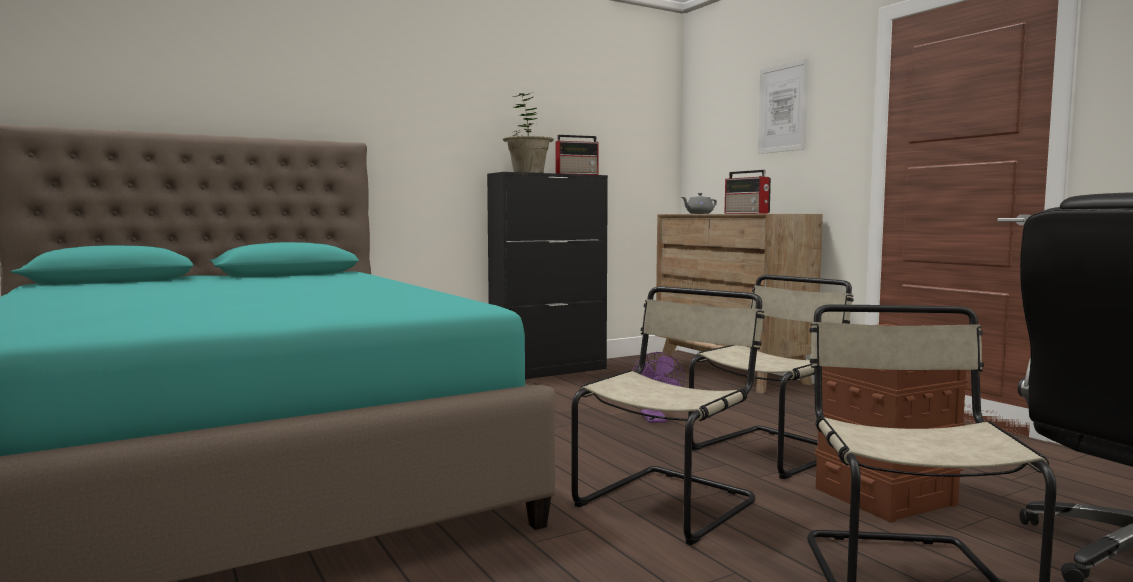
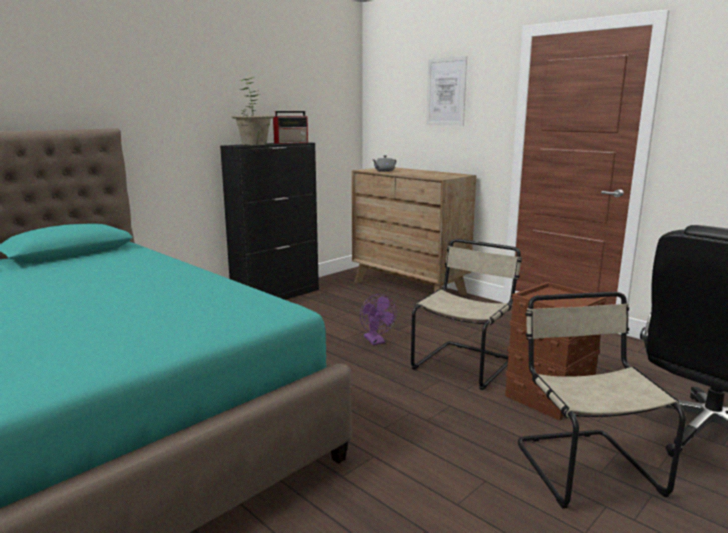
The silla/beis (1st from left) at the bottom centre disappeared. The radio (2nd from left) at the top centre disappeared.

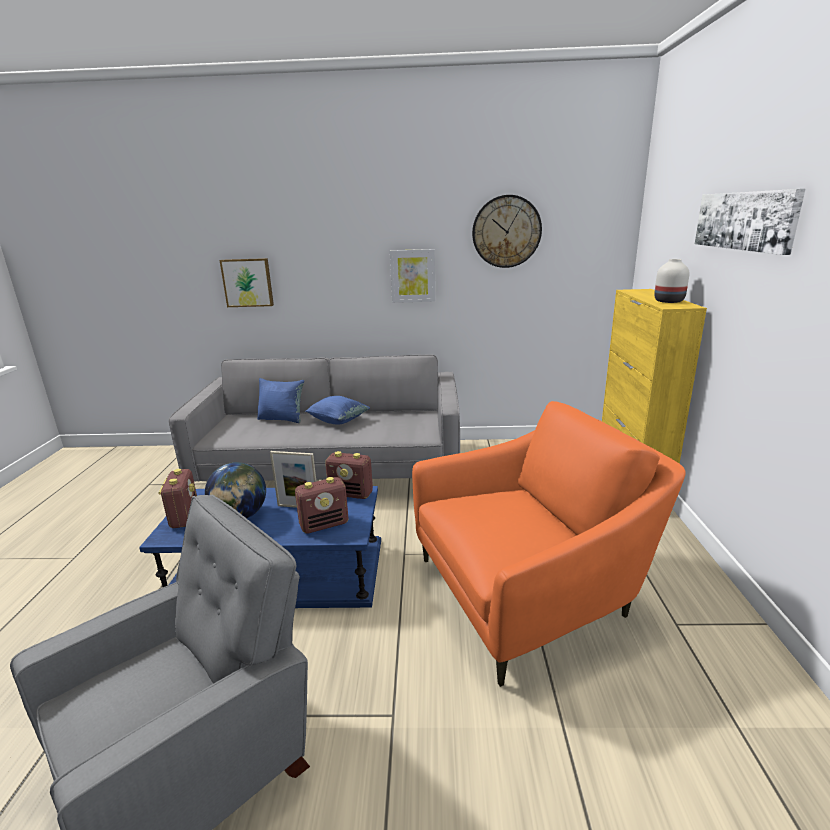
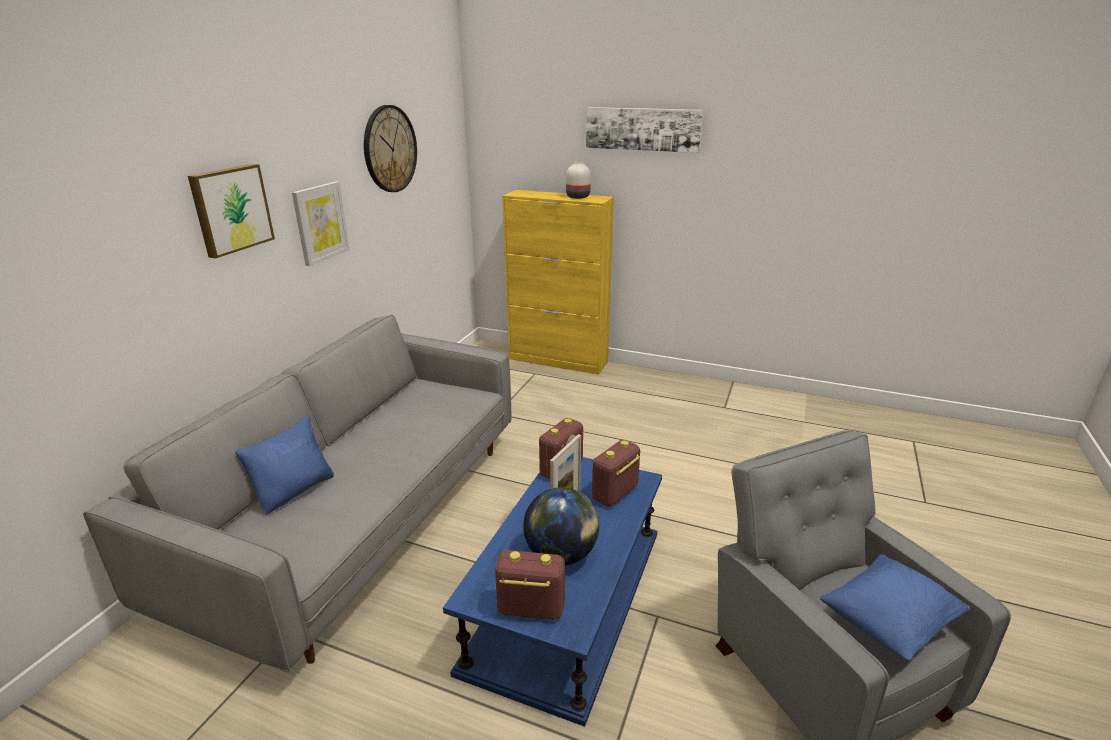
The cuadro (1st from left) moved from the middle left to the top left. The radio (2nd from left in the first image) at the centre turned 135 degrees counterclockwise. The cojín/azul (2nd from left) moved from the centre to the bottom right. The sillón/naranja at the centre disappeared.

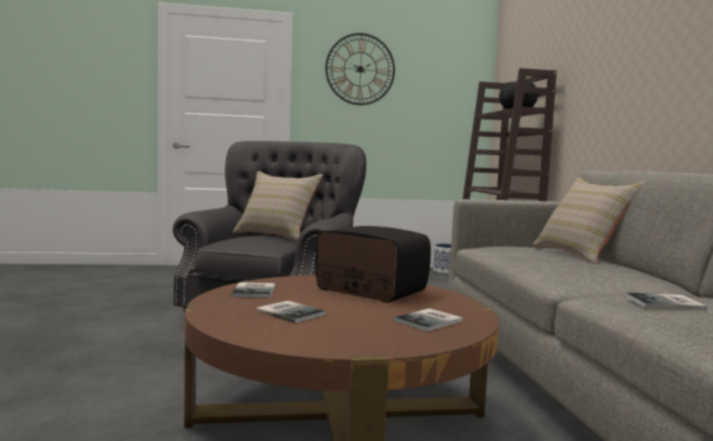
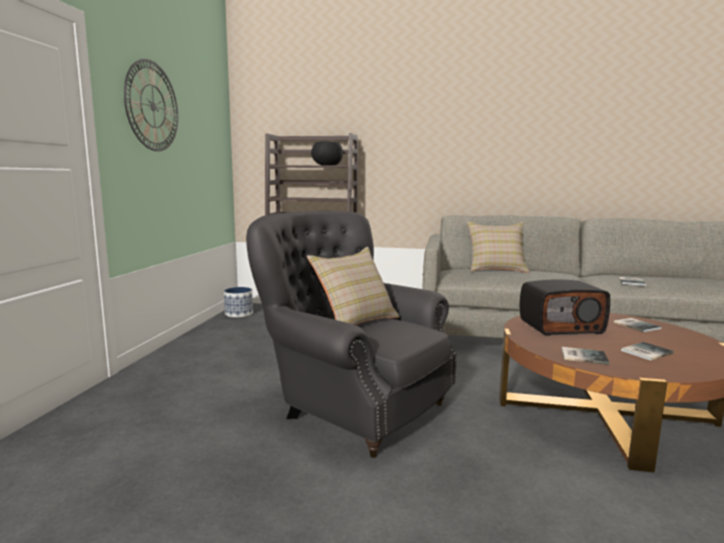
The radio at the centre turned 150 degrees counterclockwise.

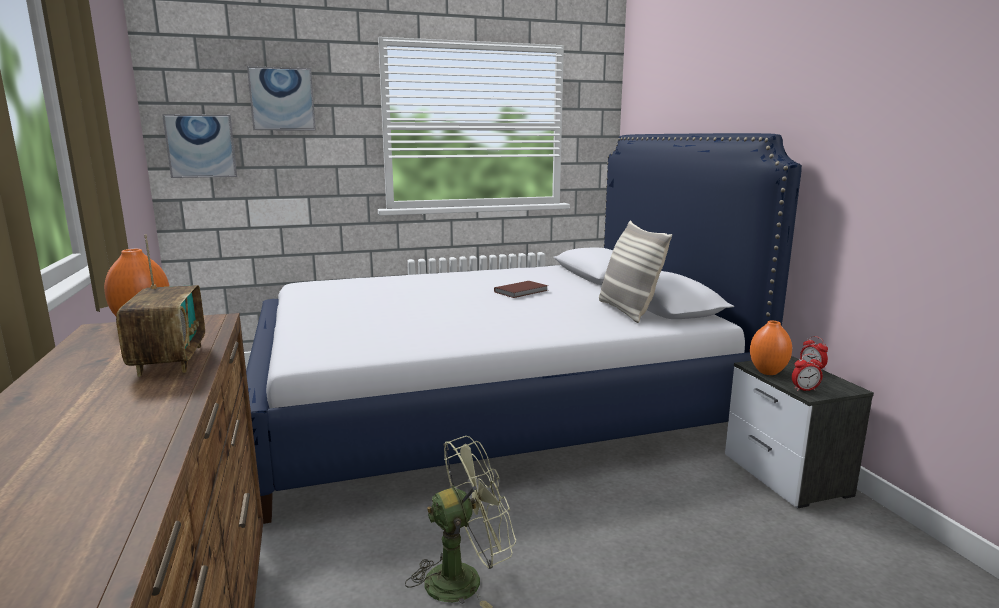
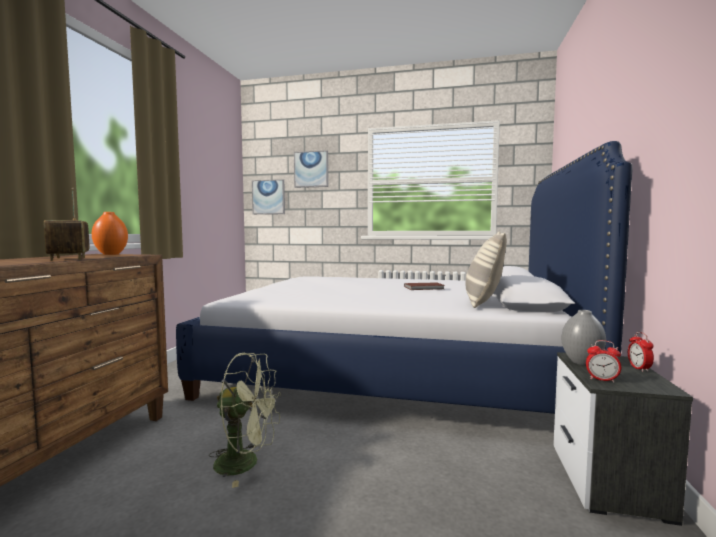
The radio at the middle left turned 135 degrees clockwise. The florero/naranja (2nd from left) at the middle right became the florero/gris at the middle right.

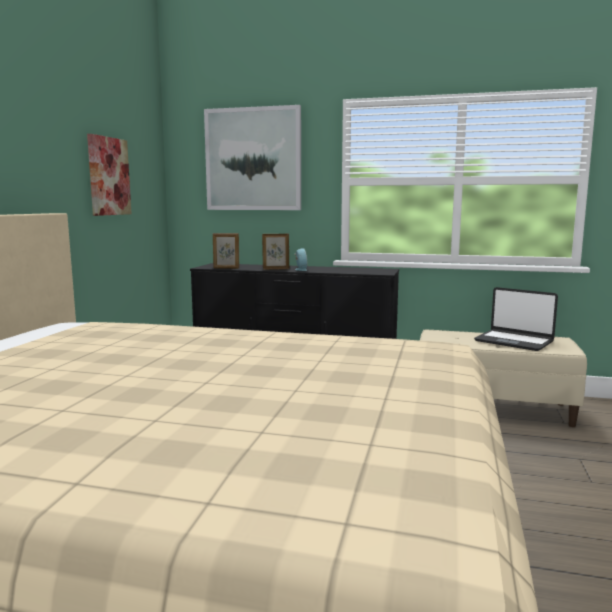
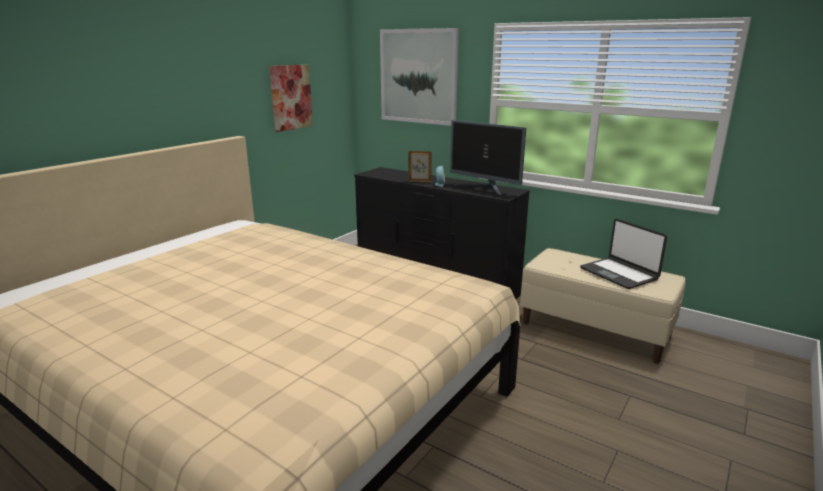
The portarretratos (1st from left) at the centre disappeared. The monitor at the top centre appeared.

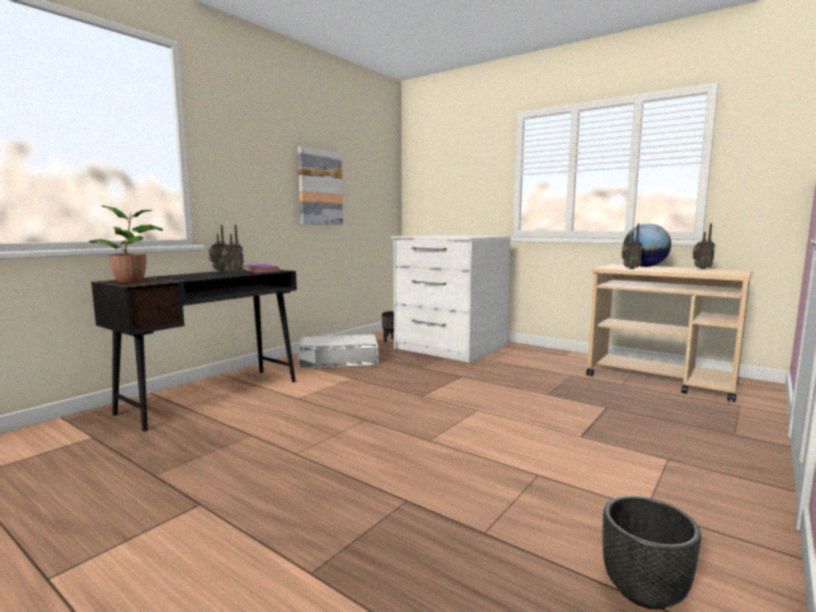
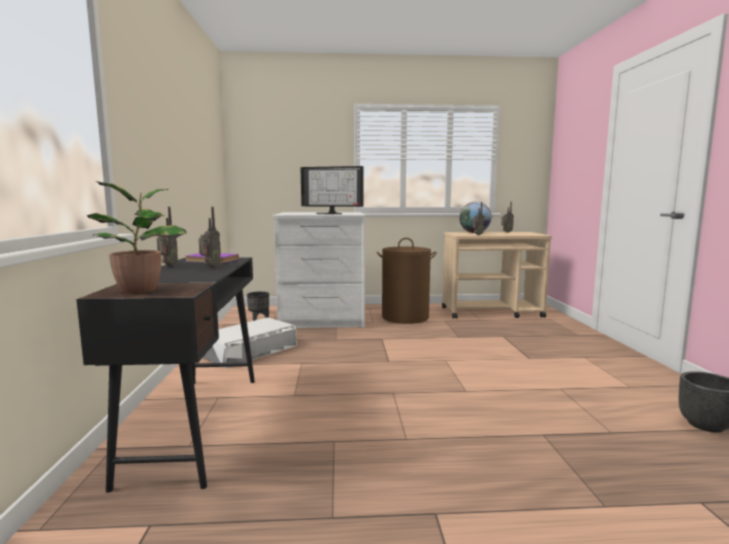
The cuadro at the top centre disappeared. The monitor at the centre appeared. The cesto de la ropa/marrón at the centre appeared.

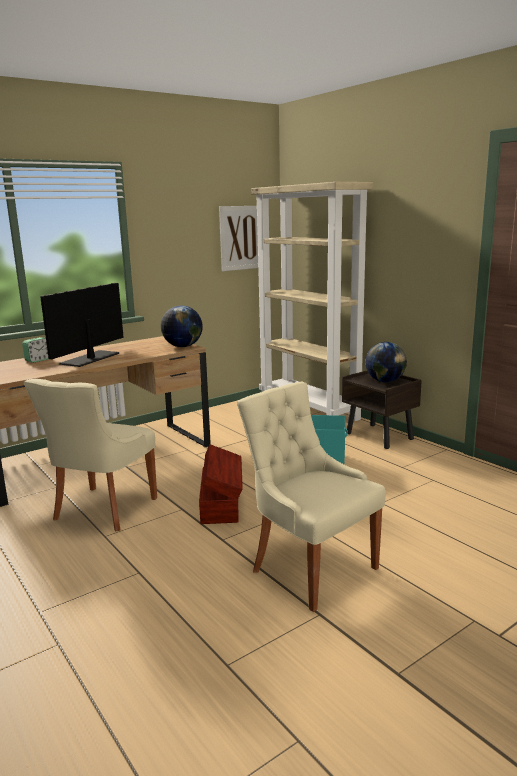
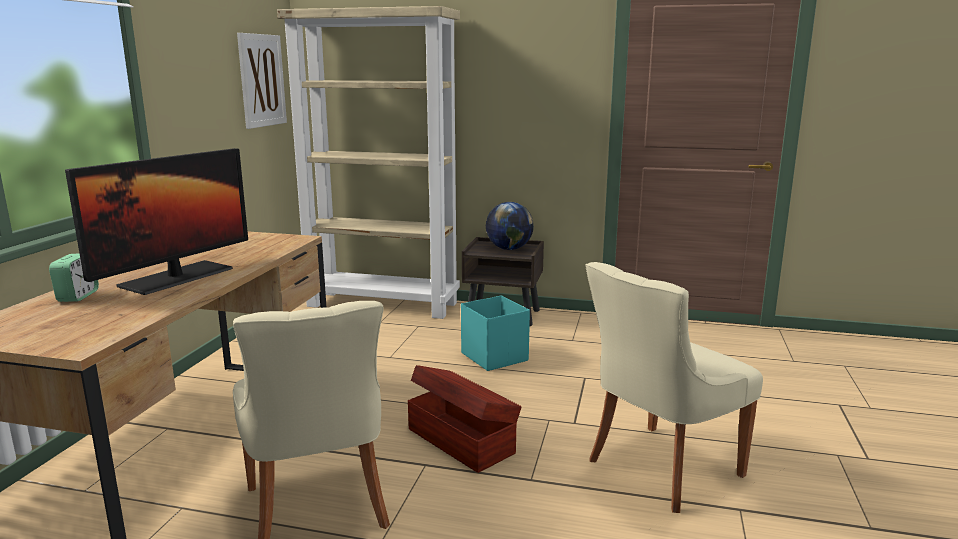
The monitor at the middle left turned 135 degrees counterclockwise. The globo terráqueo (1st from left) at the centre disappeared. The silla/beis (2nd from left) at the centre turned 45 degrees counterclockwise.

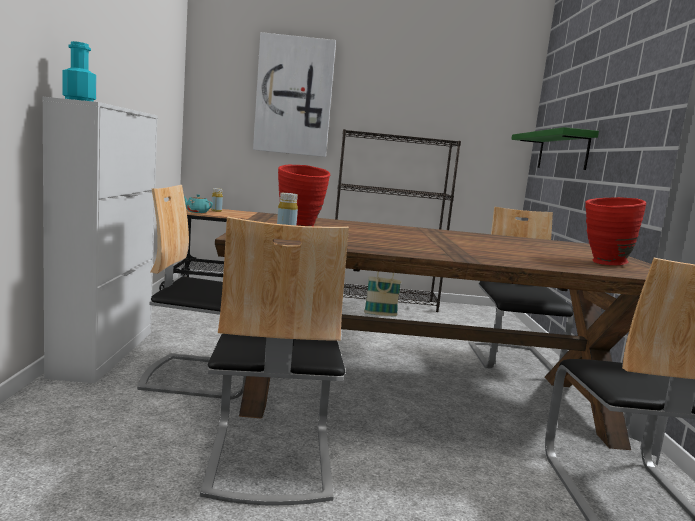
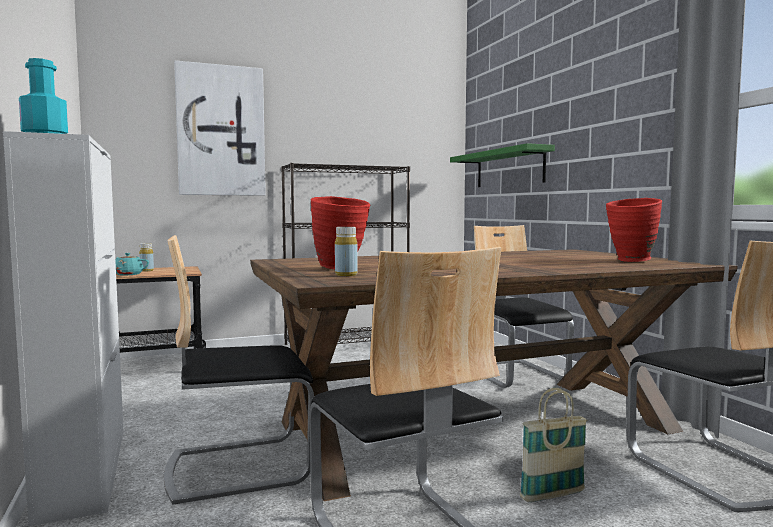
The cesta moved from the centre to the bottom right.

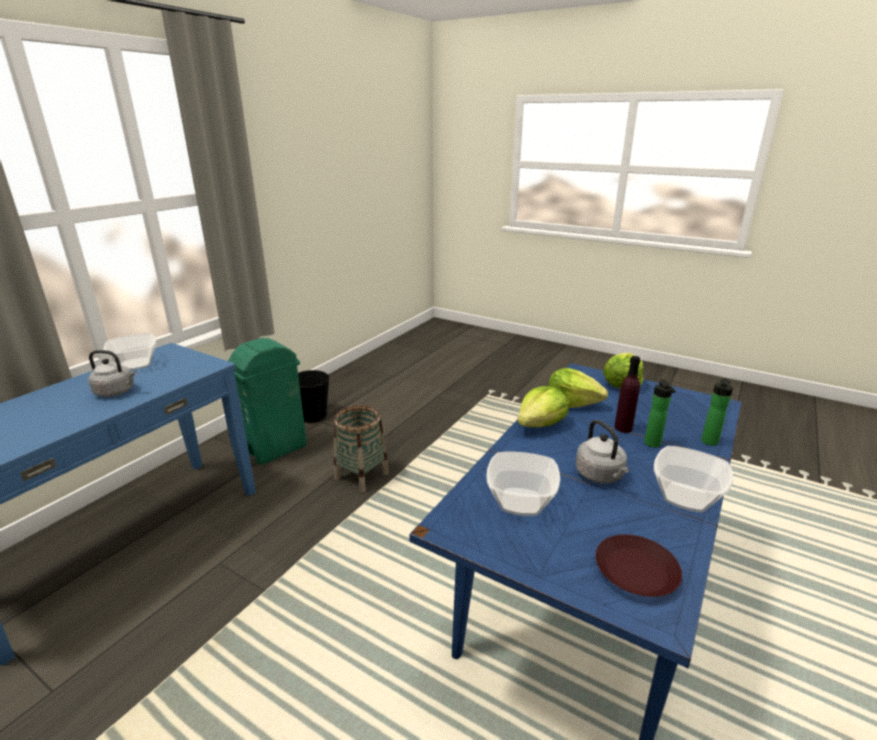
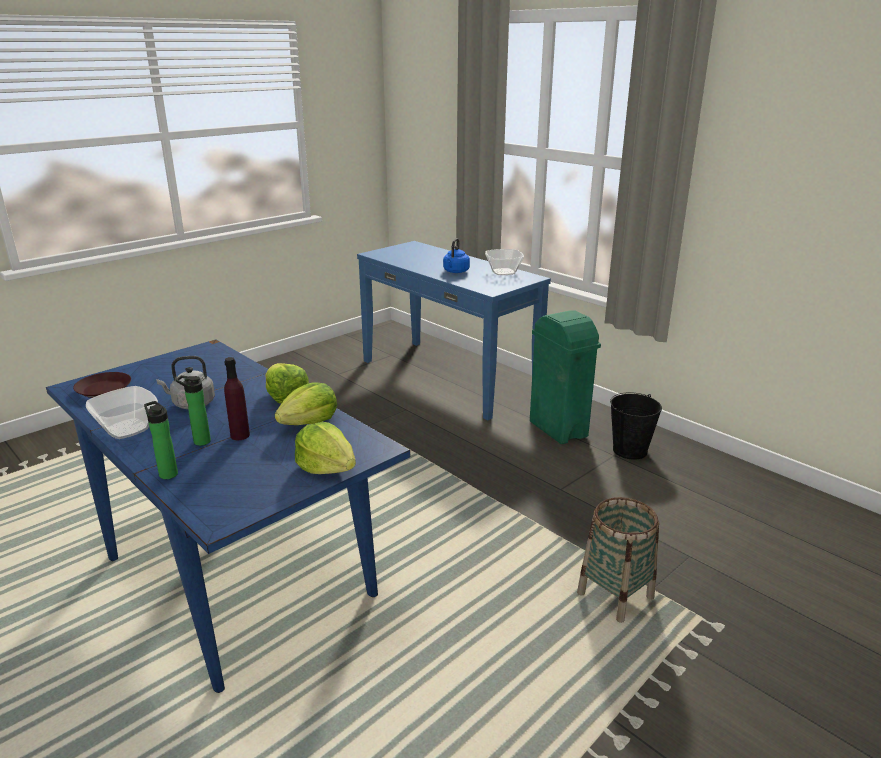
The hervidor/gris (1st from left) at the middle left became the hervidor/azul at the centre. The cesta moved from the centre to the bottom right. The cuenco (2nd from left) at the centre disappeared.

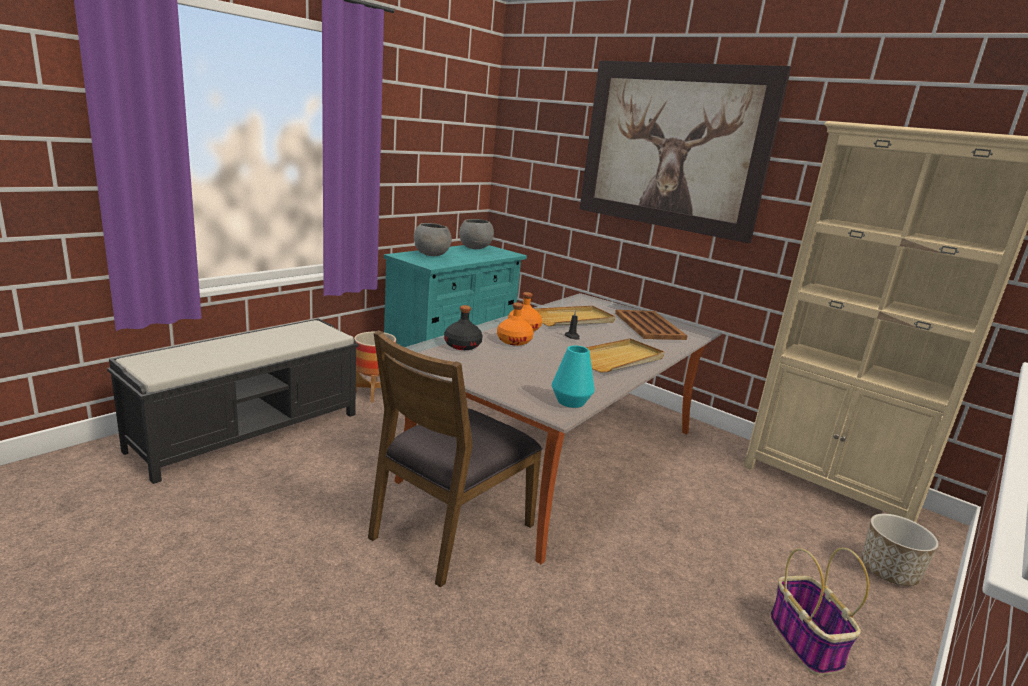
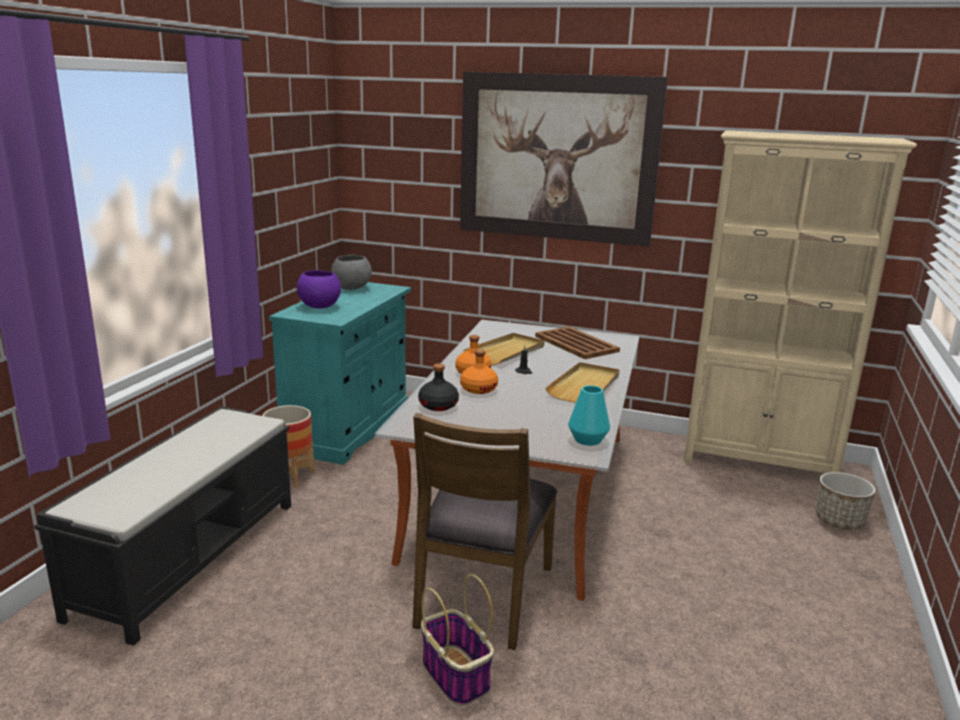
The cuenco/gris (1st from left) at the centre became the cuenco/morado at the middle left. The cesta moved from the bottom right to the bottom centre.

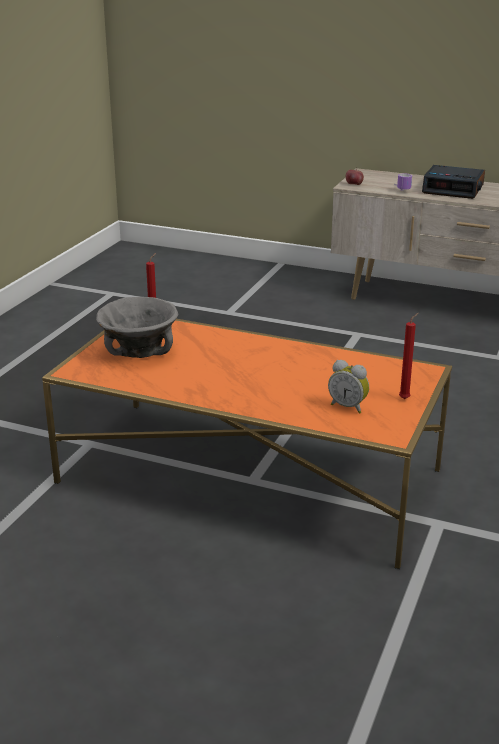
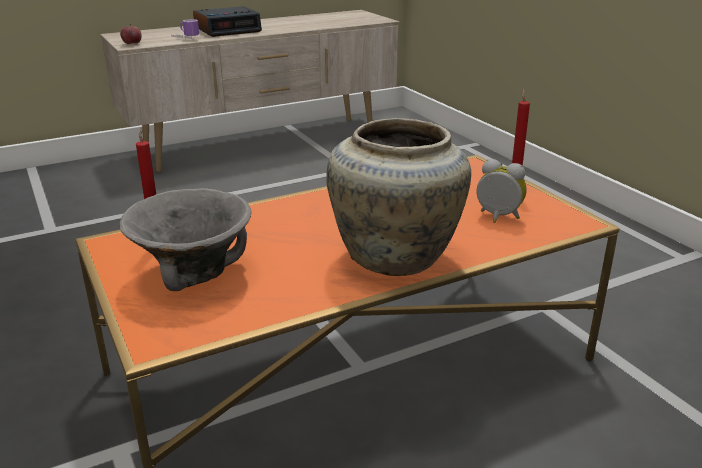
The despertador (1st from left in the first image) at the middle right turned 135 degrees counterclockwise. The florero/beis at the centre appeared.

